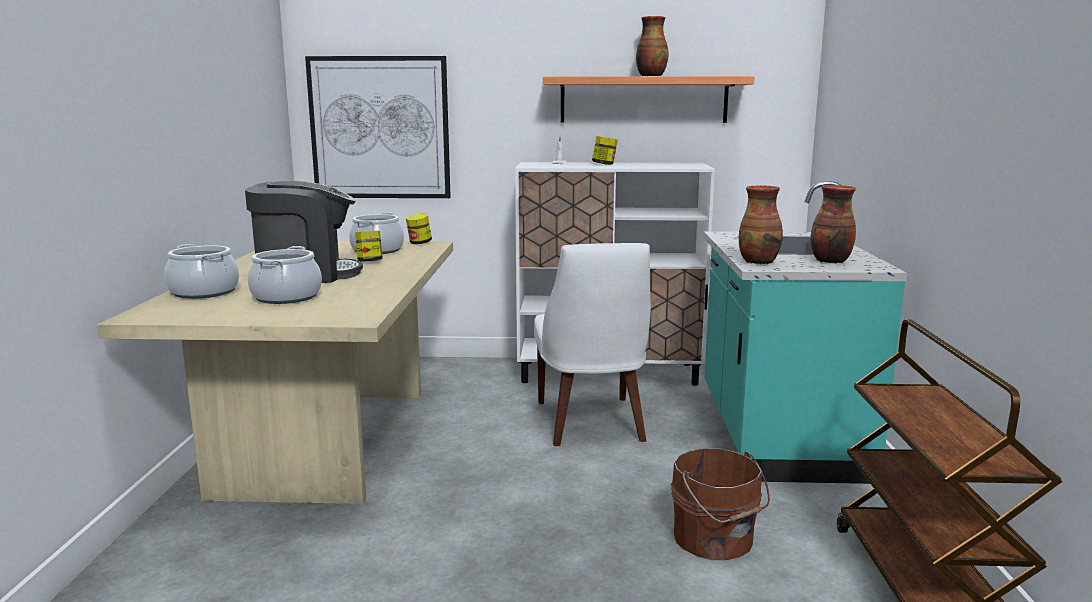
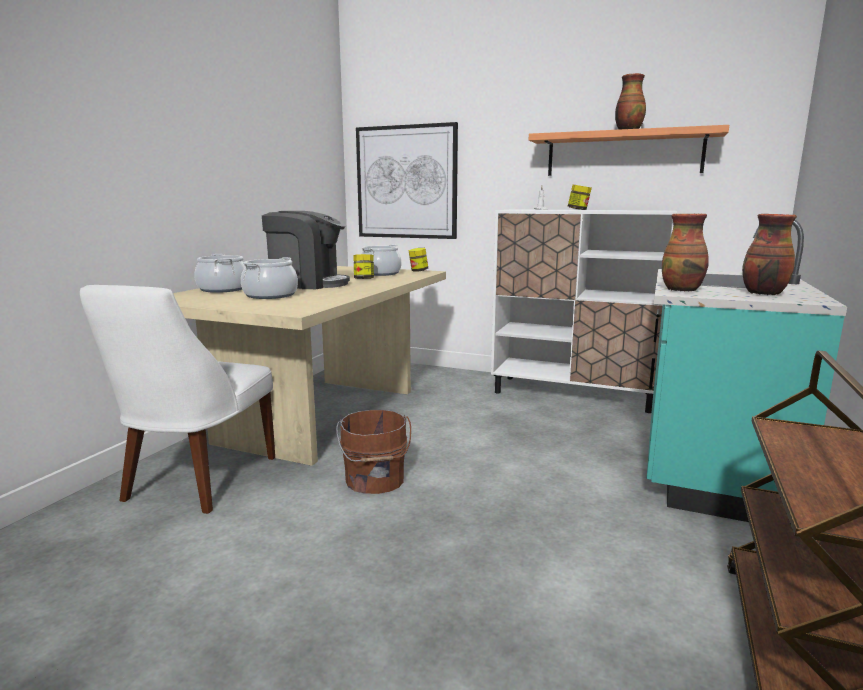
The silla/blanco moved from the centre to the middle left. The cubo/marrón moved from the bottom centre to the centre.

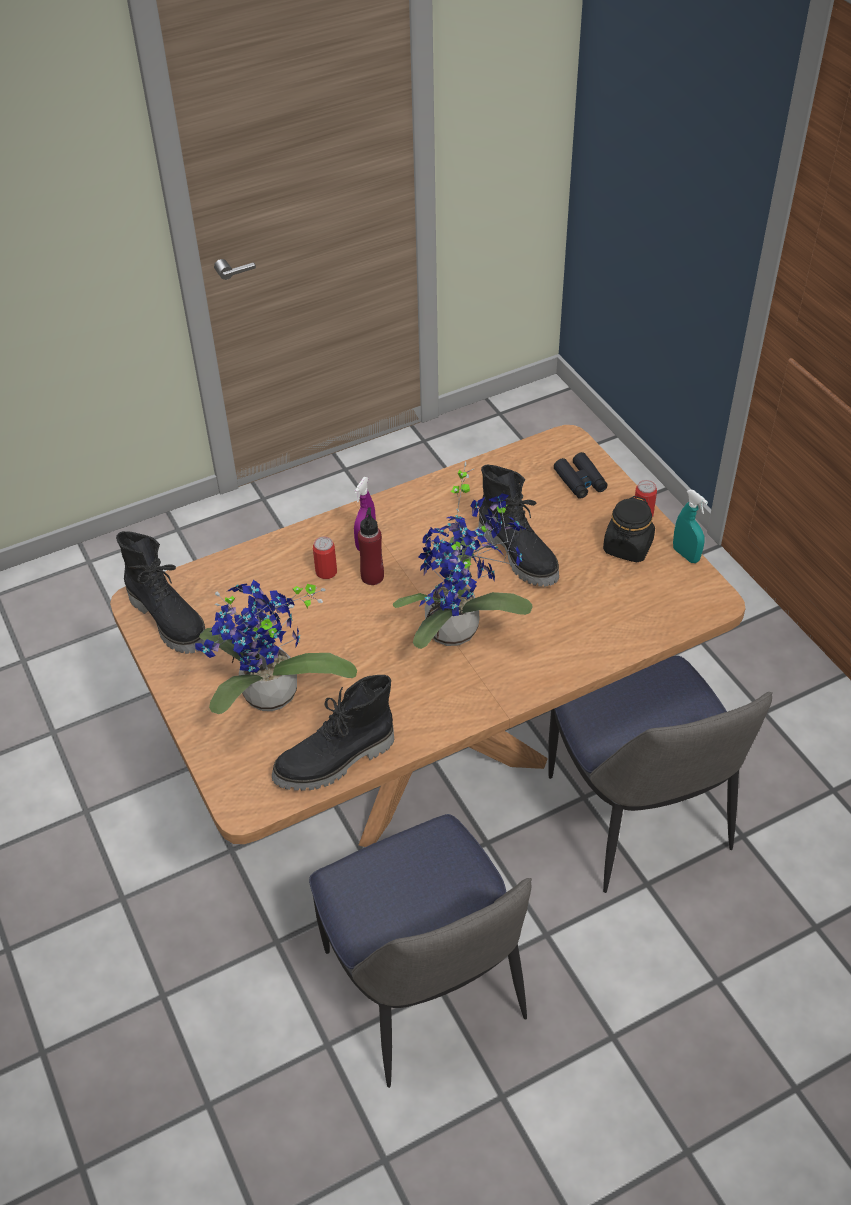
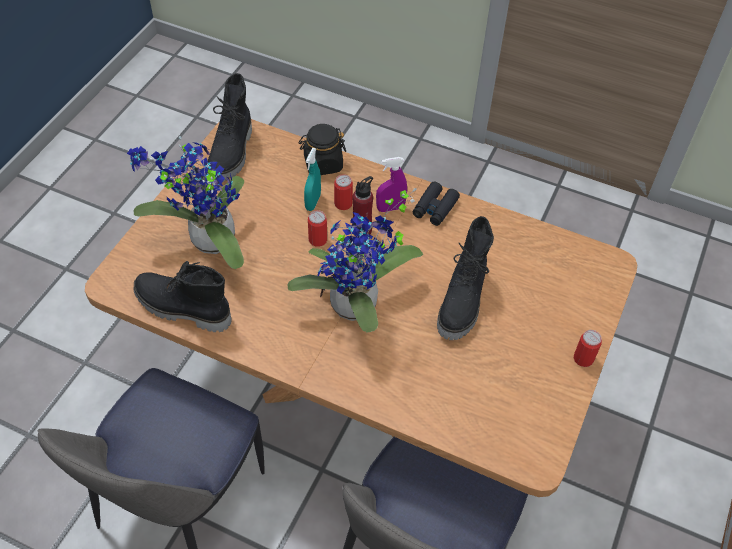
The prismáticos/negro moved from the middle right to the centre. The tarro/negro moved from the middle right to the top centre. The pulverizador/turquesa moved from the middle right to the top centre. The lata (1st from left) at the centre appeared.

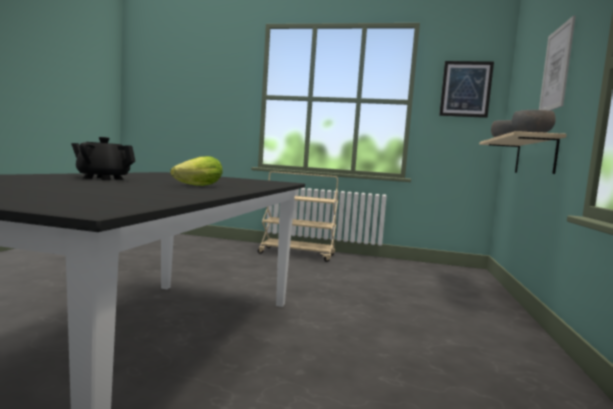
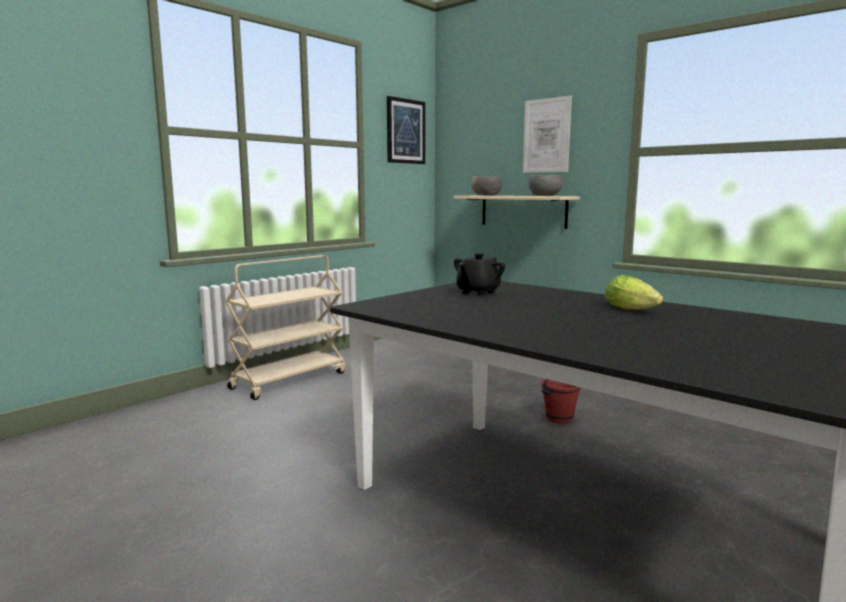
The tetera/negro moved from the middle left to the centre. The cubo/rojo at the centre appeared.

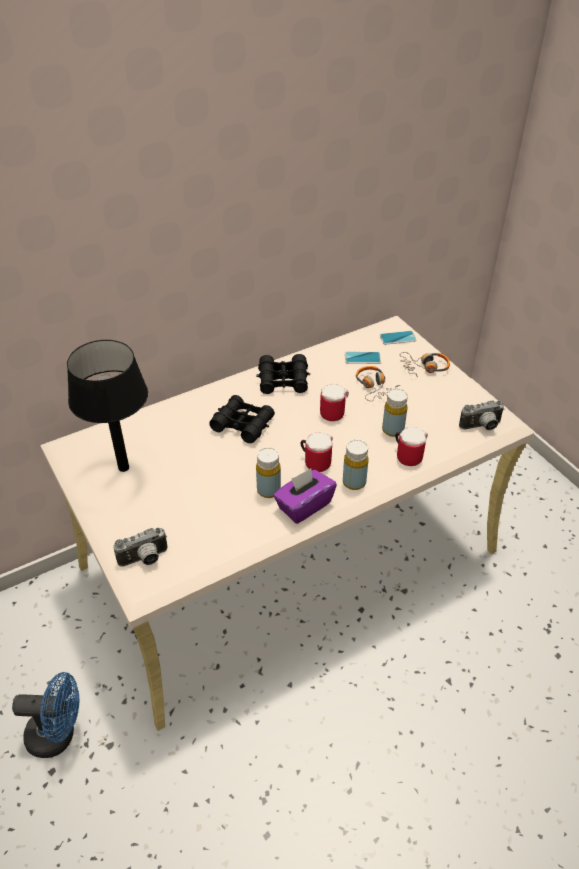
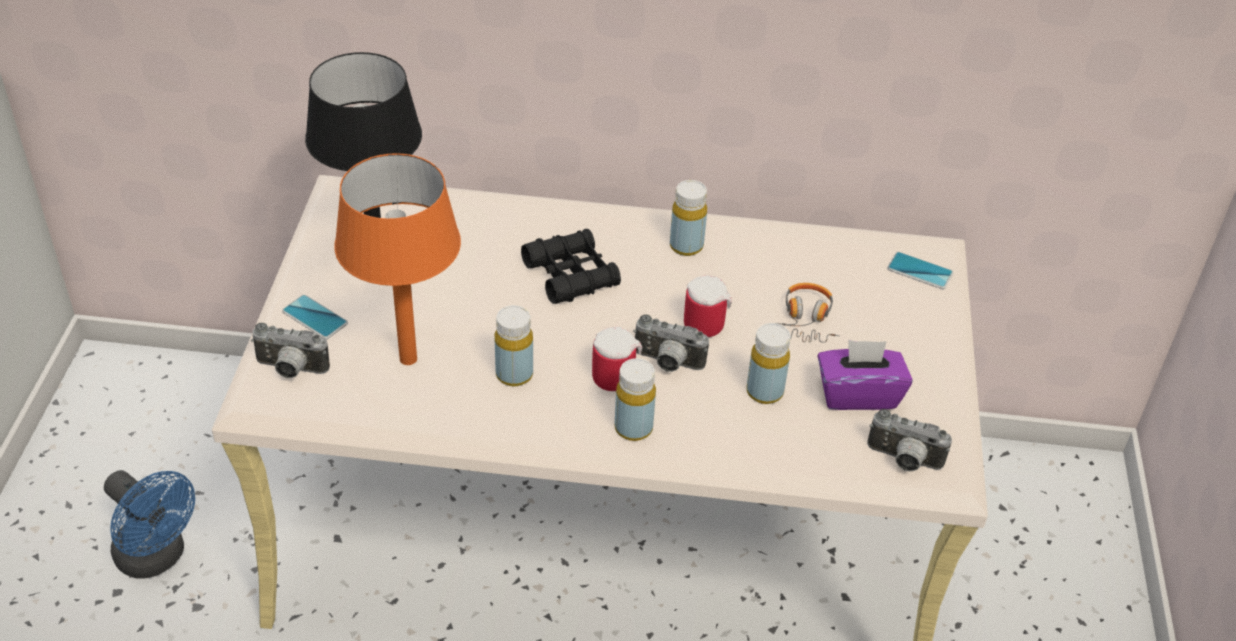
The prismáticos/negro (2nd from left) at the centre was replaced by the botella/amarillo (3rd from left) at the centre. The caja de pañuelos/morado moved from the centre to the middle right. The móvil (1st from left) moved from the centre to the middle left. The taza grande (3rd from left) at the middle right disappeared. The auriculares (2nd from left) at the middle right disappeared. The lámpara de mesa/naranja at the middle left appeared. The cámara (2nd from left) at the centre appeared.

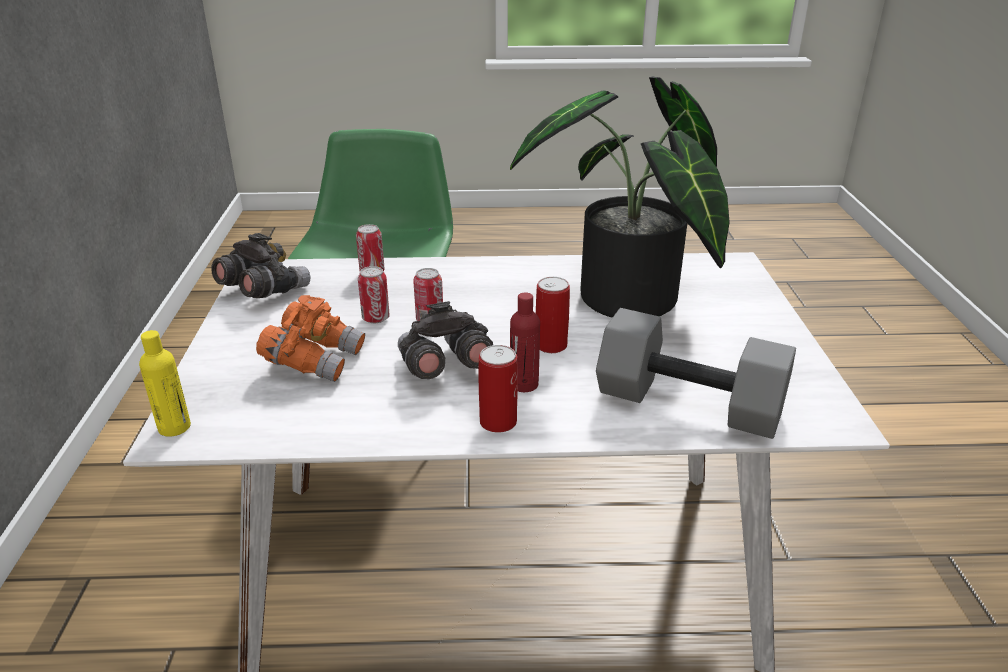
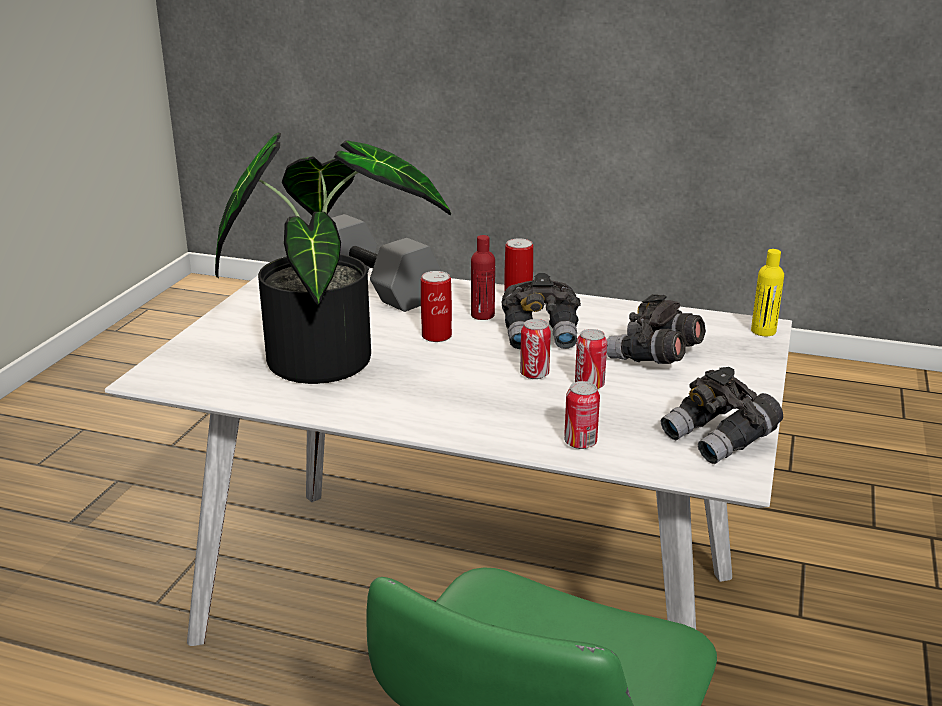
The prismáticos/naranja at the middle left became the prismáticos/gris (2nd from left) at the middle right.

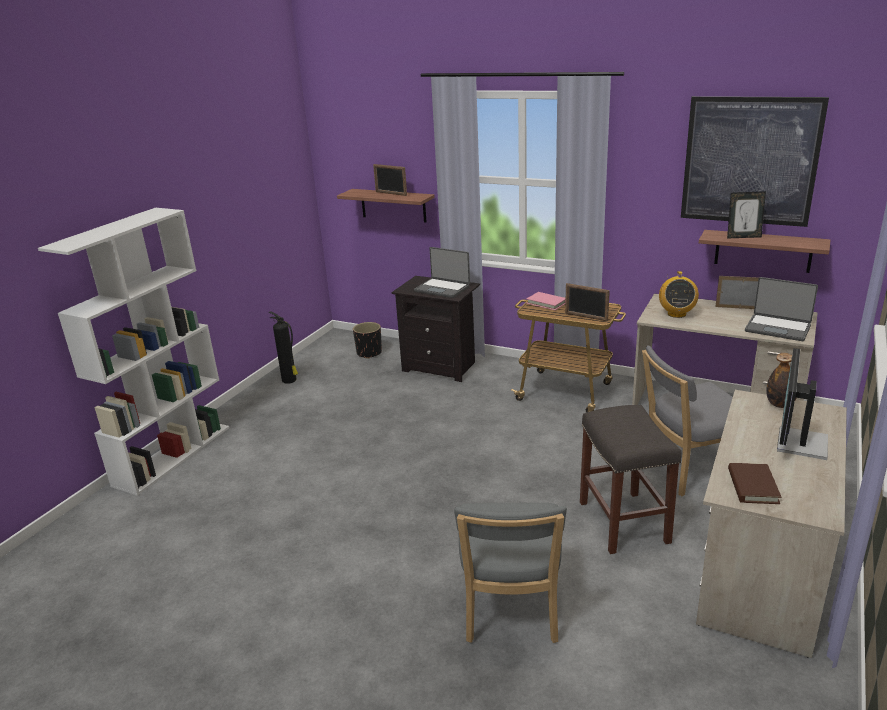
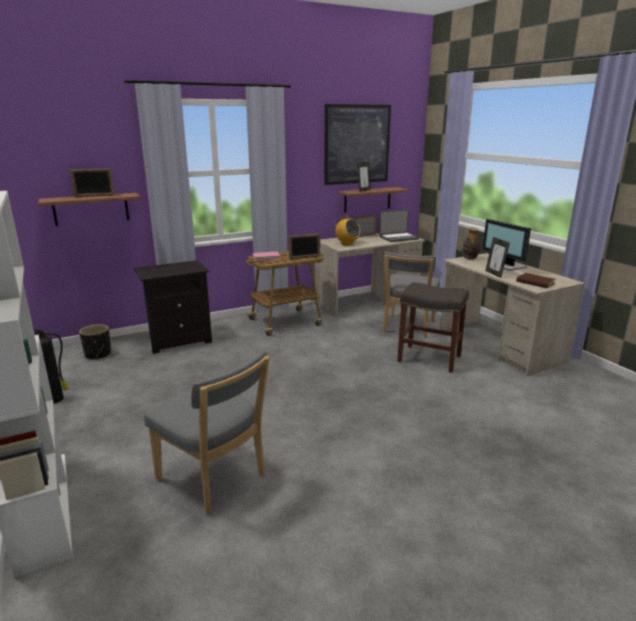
The portátil (1st from left) at the centre disappeared. The silla/gris (1st from left) moved from the bottom centre to the bottom left. The portarretratos (5th from left) at the middle right appeared.

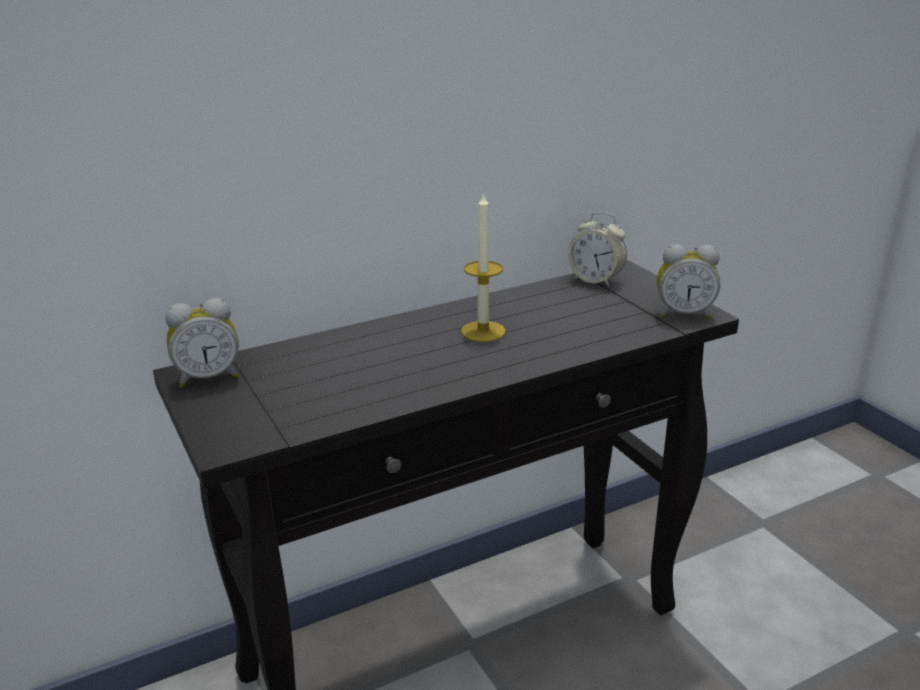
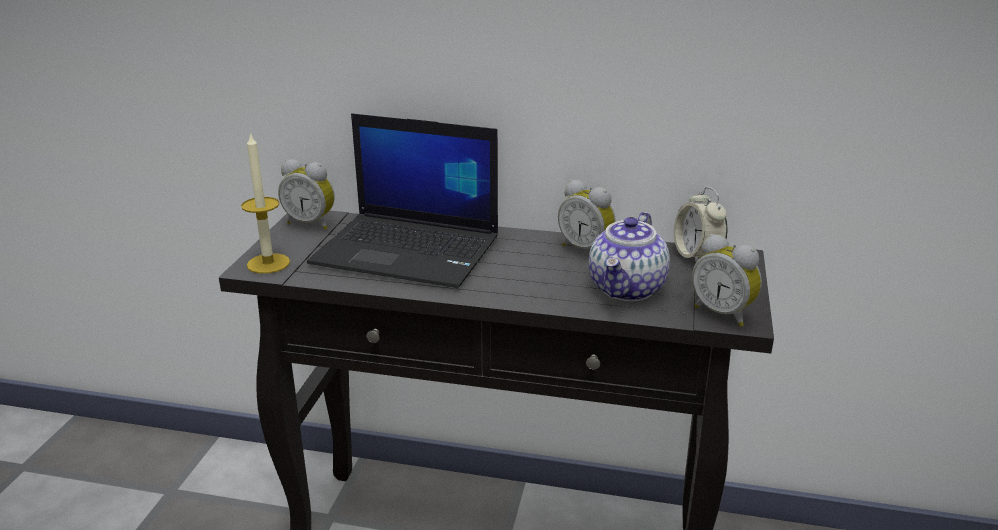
The vela moved from the centre to the middle left. The portátil at the centre appeared. The despertador (2nd from left) at the centre appeared. The tetera at the centre appeared.

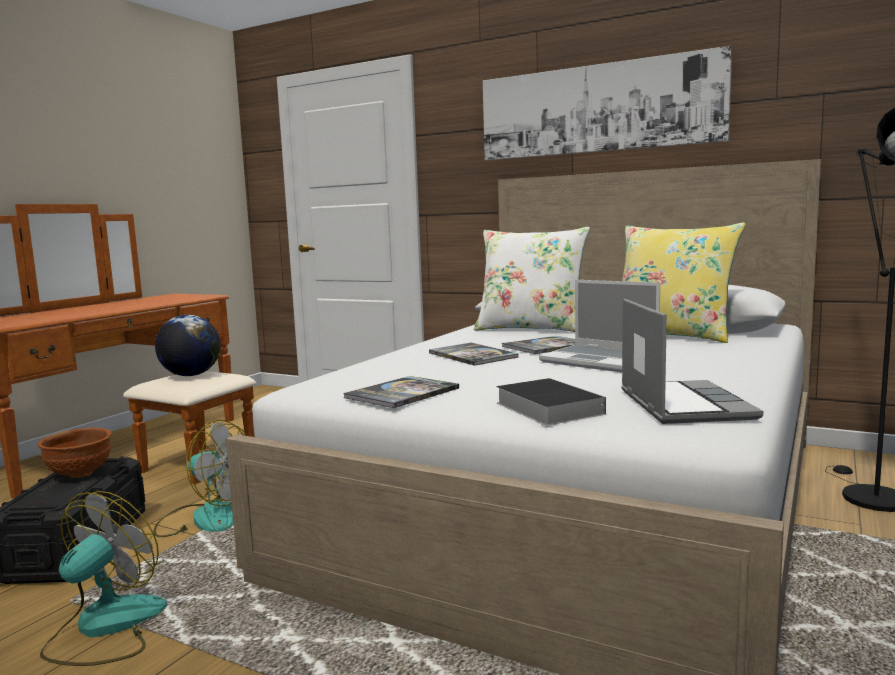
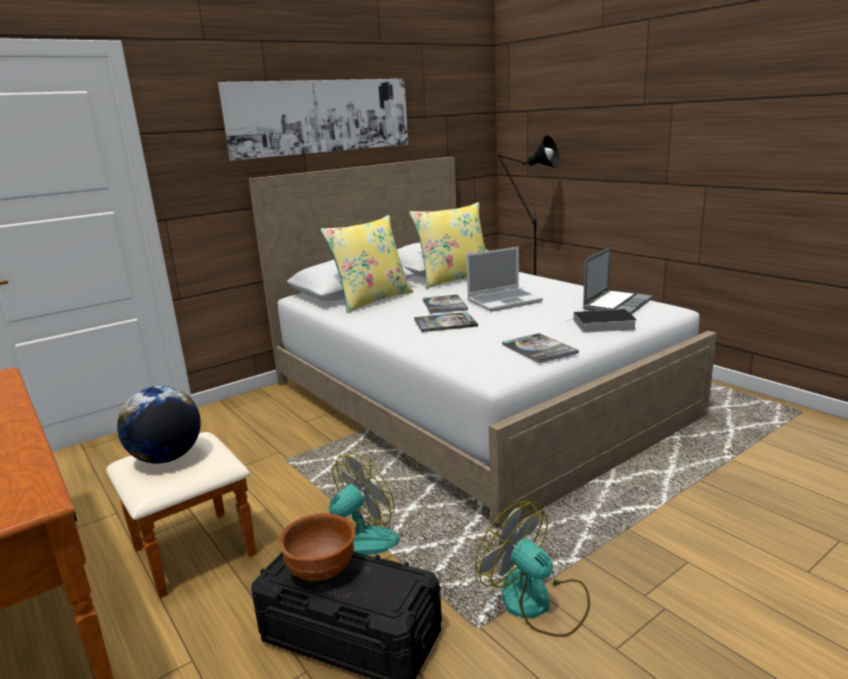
The cojín/blanco at the centre became the cojín/amarillo (1st from left) at the centre. The portátil (2nd from left) at the middle right turned 105 degrees clockwise.

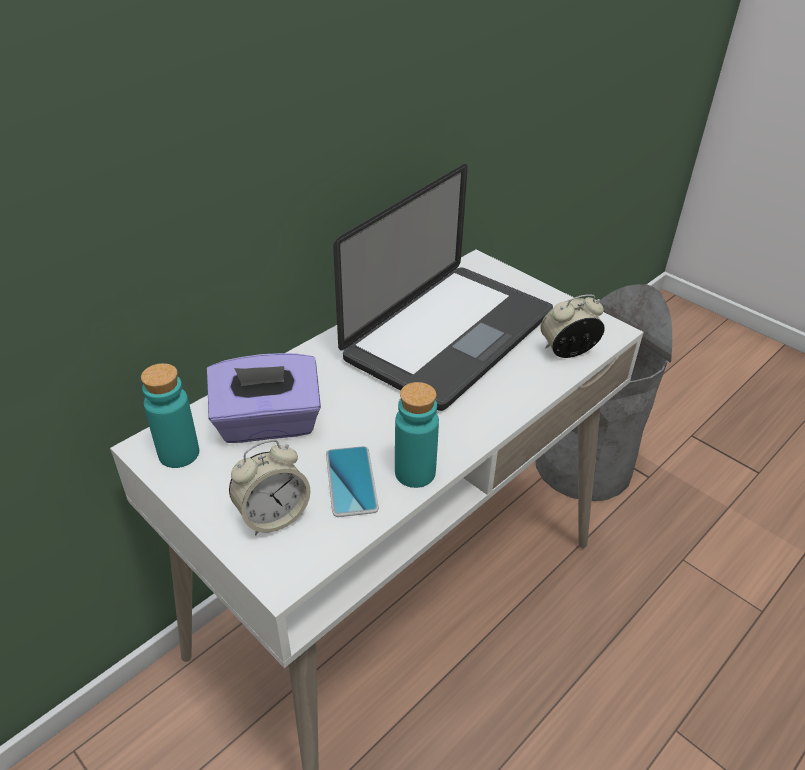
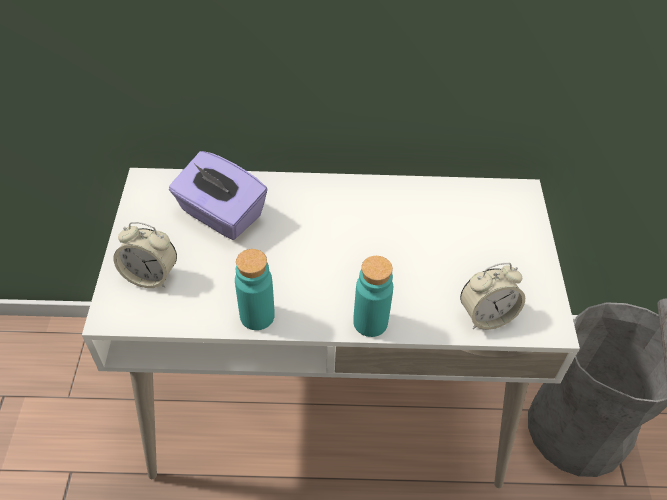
The botella/turquesa (1st from left in the first image) moved from the middle left to the centre. The móvil at the centre disappeared. The portátil at the centre disappeared. The despertador (2nd from left) at the middle right turned 135 degrees clockwise.

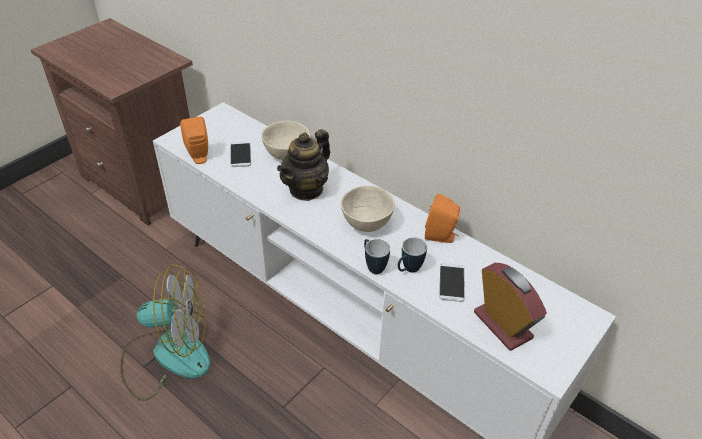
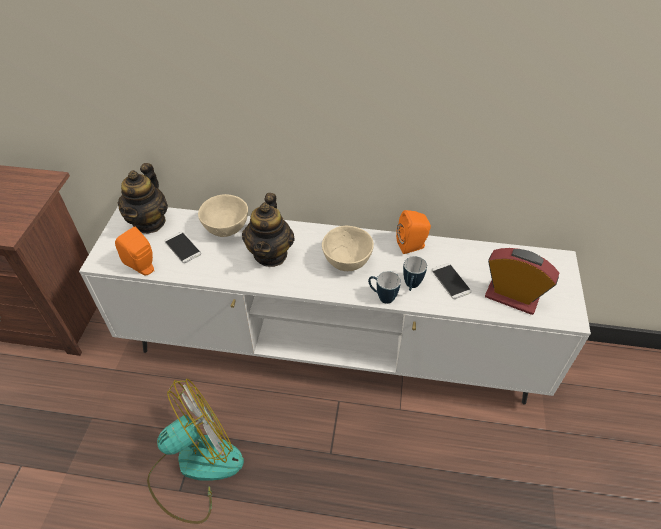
The tetera (1st from left) at the middle left appeared.

